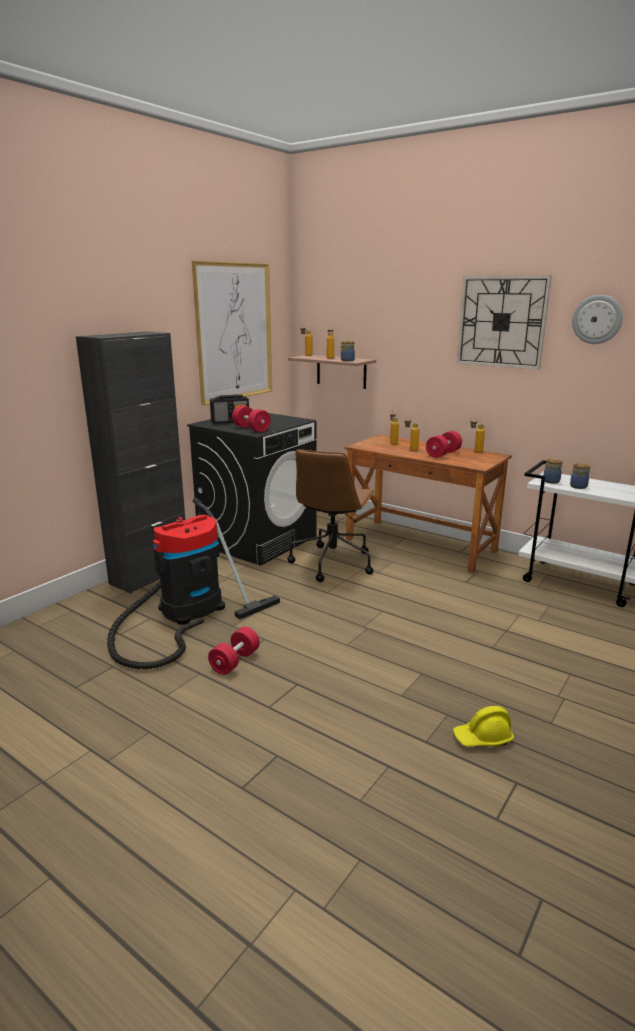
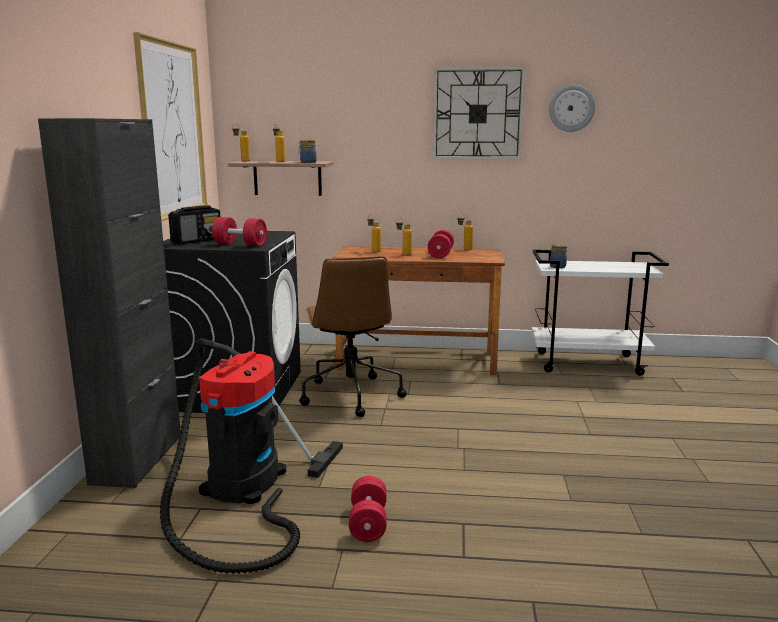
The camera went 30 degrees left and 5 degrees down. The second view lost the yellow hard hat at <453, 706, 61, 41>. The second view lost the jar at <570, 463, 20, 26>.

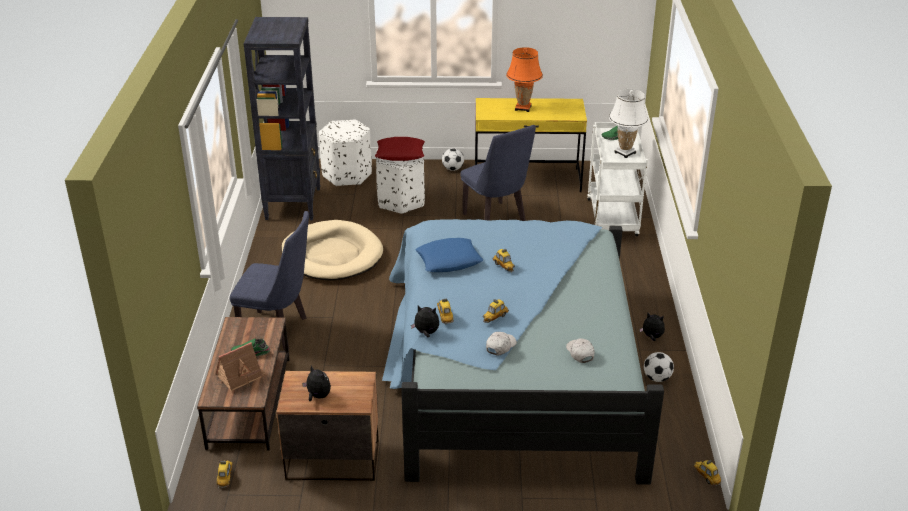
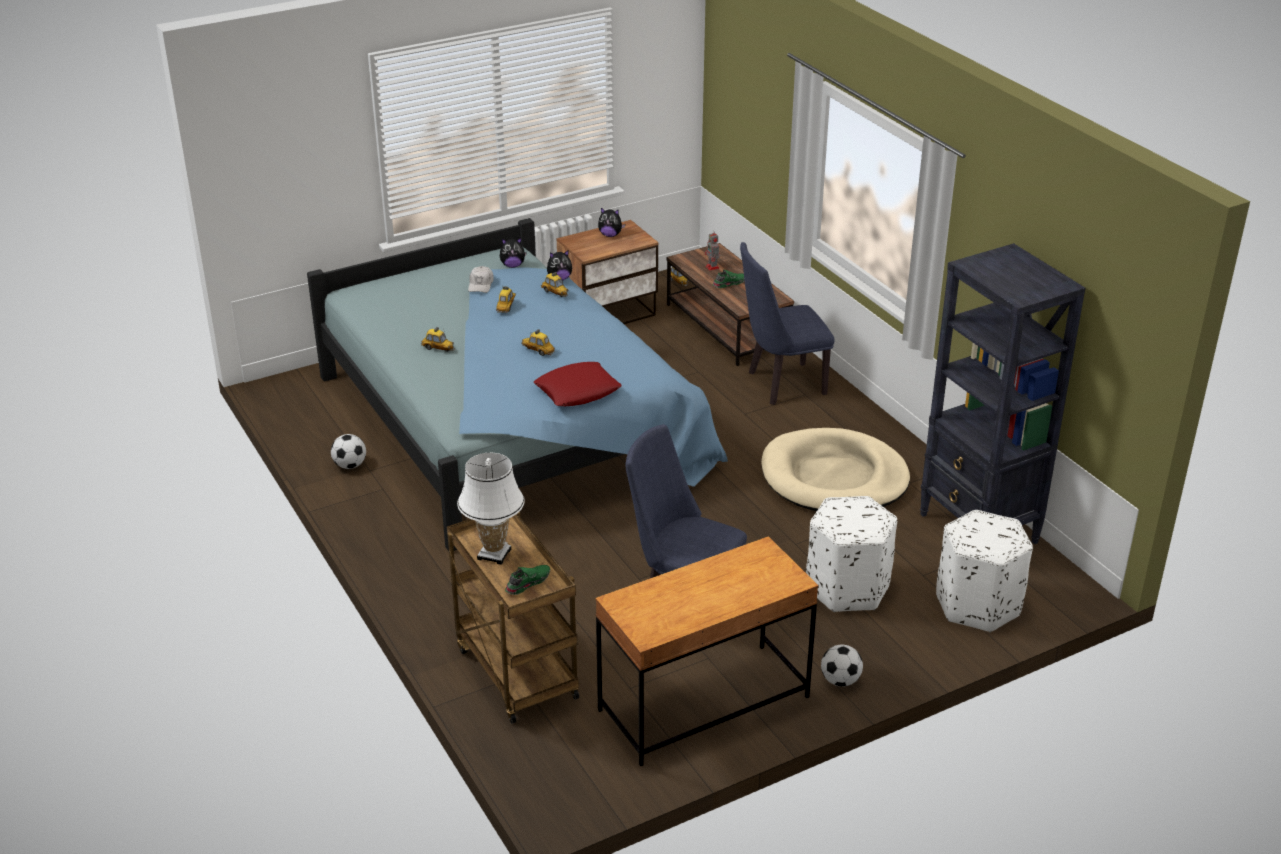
The camera went 150 degrees right and 0 degrees up. Where the toy house stood at <216, 342, 52, 49>, the toy robot came to stand at <705, 230, 15, 41>. The red pillow ended up elsewhere, having gone from <375, 137, 50, 24> to <534, 362, 88, 44>. The second view lost the blue pillow at <416, 238, 67, 34>. What was the yellow desk at <475, 98, 112, 94> turned into the brown desk at <596, 536, 222, 230>. The second view lost the orange table lamp at <506, 47, 37, 65>. The second view lost the white cap at <566, 338, 29, 25>. What was the white cart at <587, 122, 61, 114> turned into the brown cart at <447, 512, 132, 212>. The plush toy ended up elsewhere, having gone from <639, 313, 26, 28> to <500, 238, 27, 30>. The toy car ended up elsewhere, having gone from <693, 460, 28, 27> to <421, 327, 34, 25>.

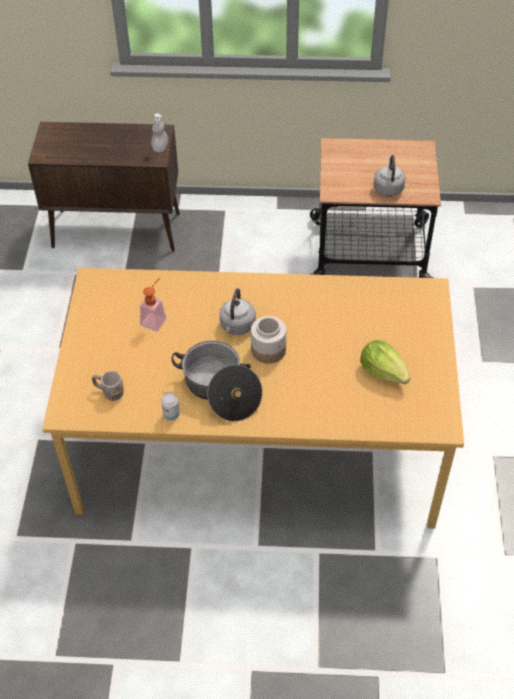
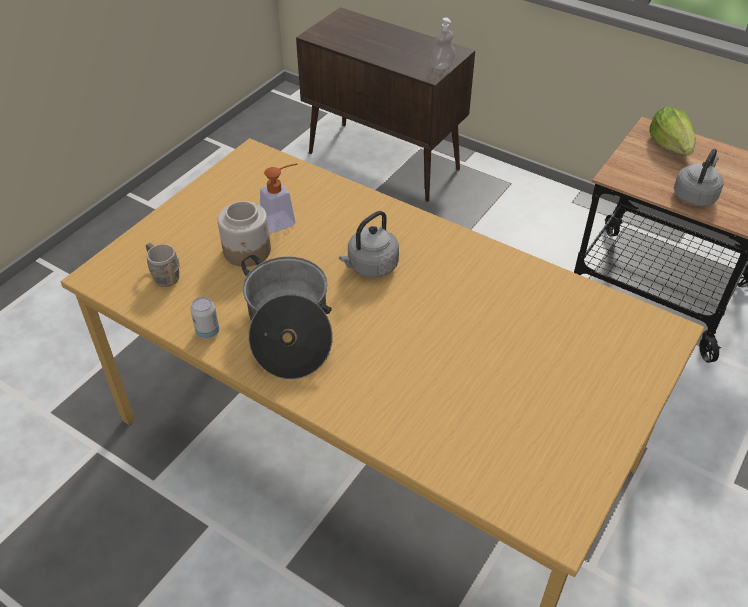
The camera went 30 degrees right and 5 degrees down. The jar ended up elsewhere, having gone from <251, 316, 35, 48> to <218, 201, 53, 66>. The lettuce ended up elsewhere, having gone from <360, 340, 50, 44> to <649, 106, 47, 49>.

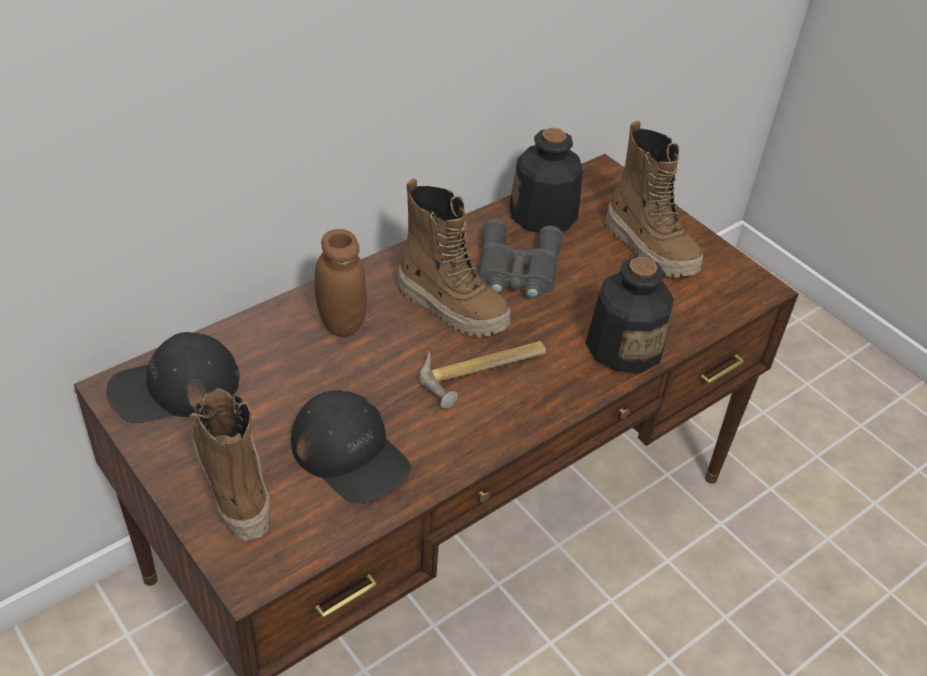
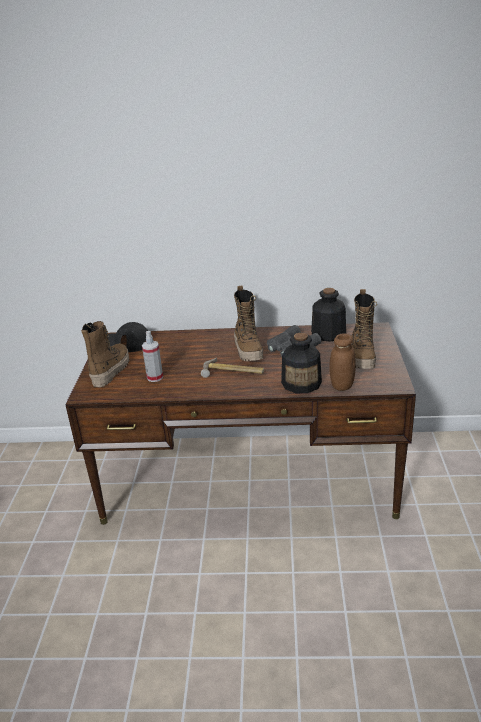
The camera went 45 degrees right and 15 degrees down. Where the black cap stood at <291, 390, 120, 114>, the spray bottle came to stand at <142, 331, 21, 51>. The brown jar ended up elsewhere, having gone from <314, 229, 53, 108> to <329, 334, 27, 57>.

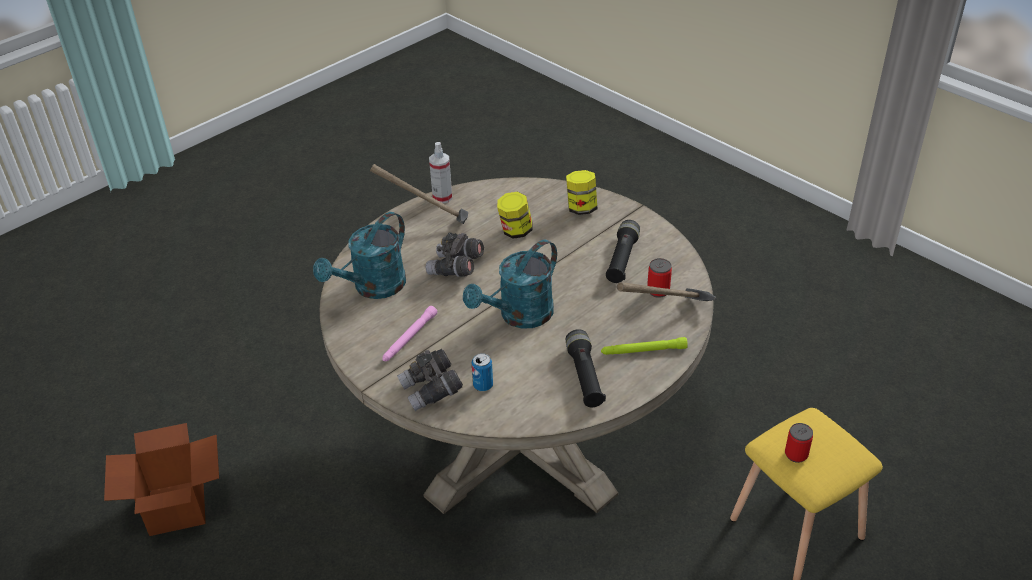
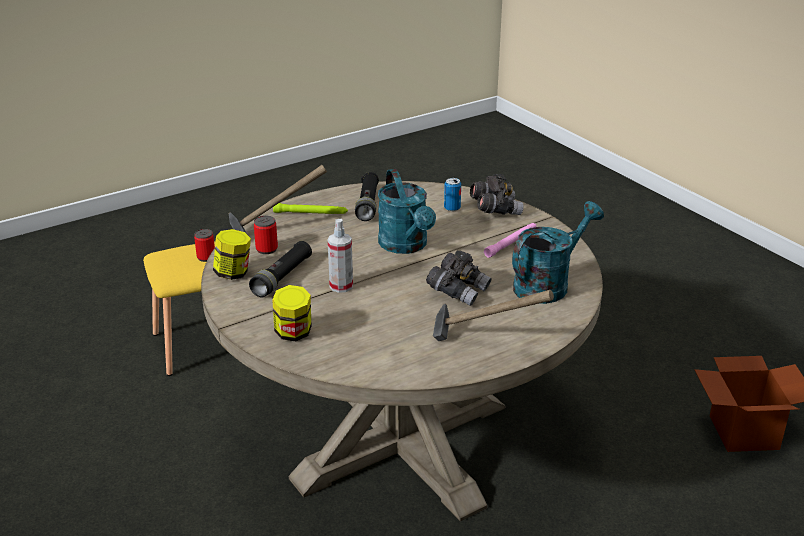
The camera went 170 degrees left and 10 degrees down. The spray bottle ended up elsewhere, having gone from <429, 142, 23, 61> to <328, 219, 25, 74>. The turquoise watering can at <463, 240, 94, 89> ended up facing another way, 105 degrees clockwise from before. The jar ended up elsewhere, having gone from <497, 192, 36, 47> to <213, 229, 38, 51>.

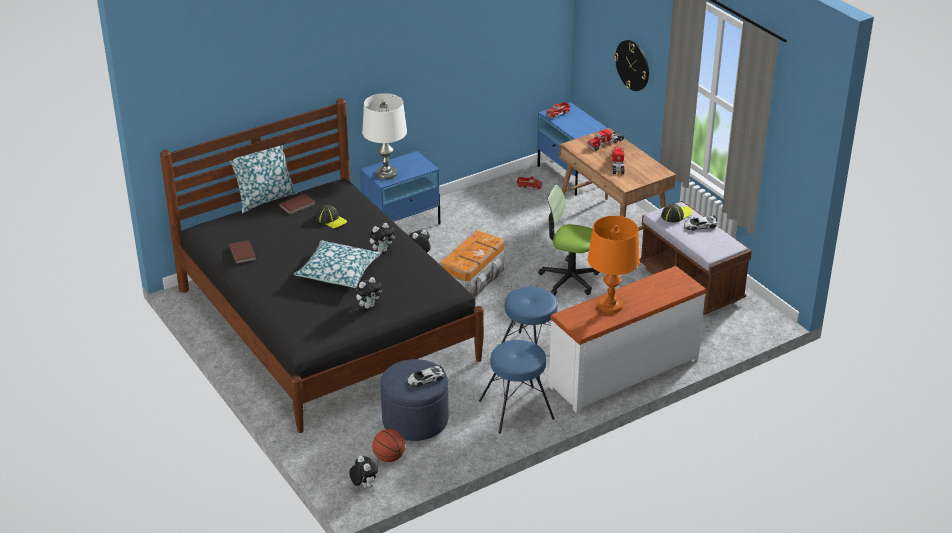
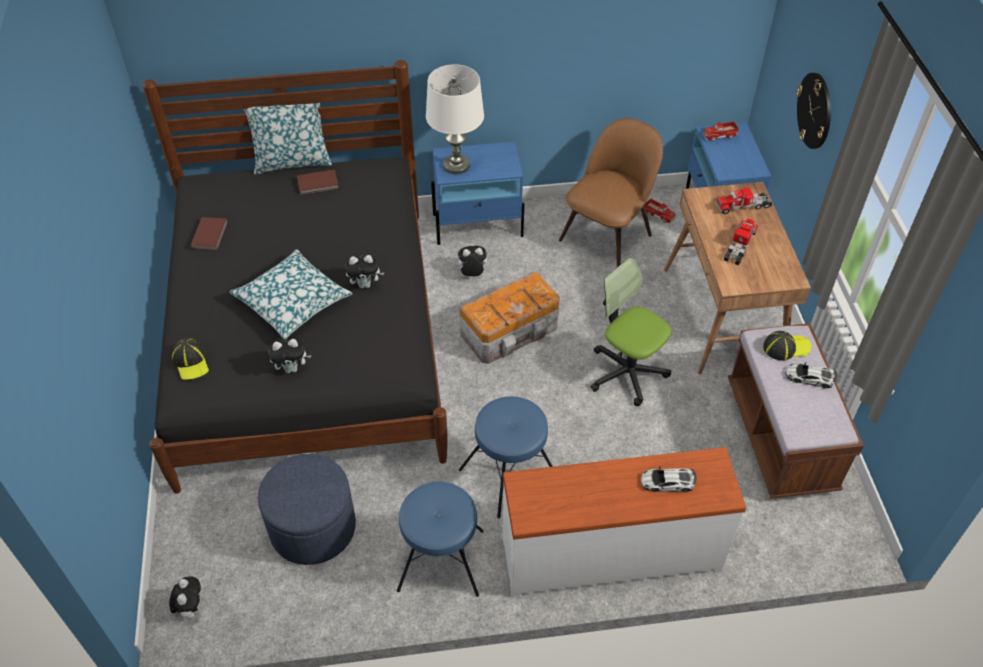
The camera went 25 degrees right and 15 degrees up. The cap ended up elsewhere, having gone from <316, 205, 31, 24> to <172, 338, 37, 42>. The second view lost the basketball at <372, 429, 33, 33>. The toy car ended up elsewhere, having gone from <407, 365, 37, 22> to <641, 466, 56, 26>. The second view lost the orange table lamp at <588, 216, 52, 97>. The second view gained the brown chair at <559, 118, 104, 149>.

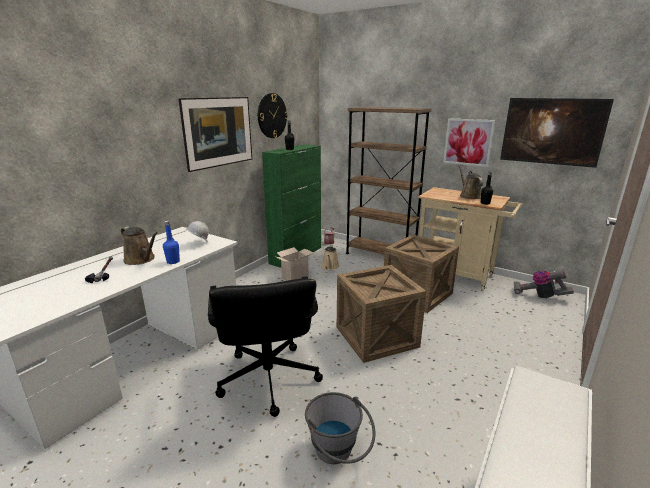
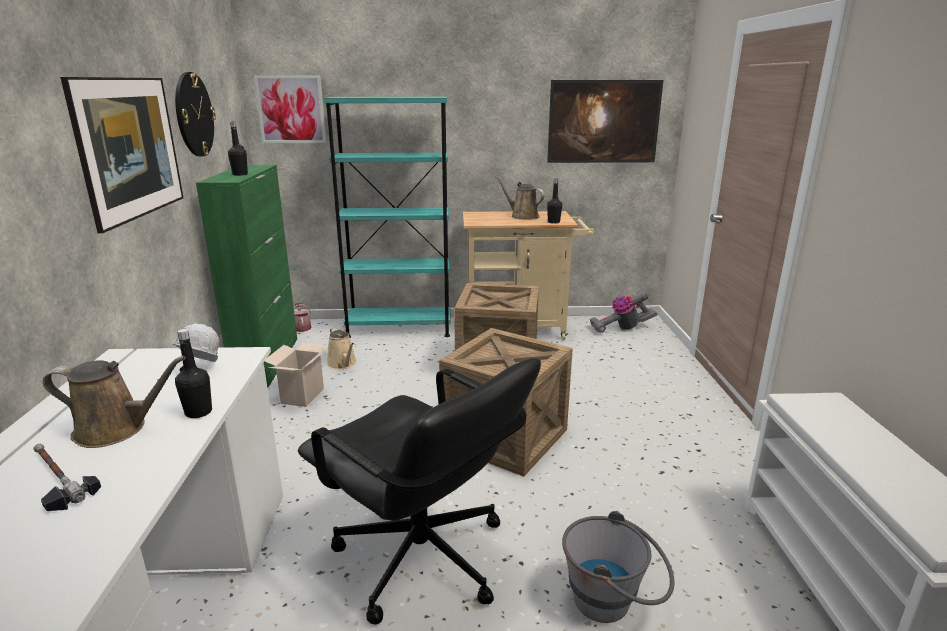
The camera went 35 degrees left and 0 degrees up. What was the blue bottle at <163, 220, 17, 44> turned into the black bottle at <175, 329, 37, 89>. What was the brown bookcase at <346, 107, 85, 147> turned into the turquoise bookcase at <323, 97, 127, 241>. The picture ended up elsewhere, having gone from <443, 118, 52, 49> to <254, 76, 72, 67>.

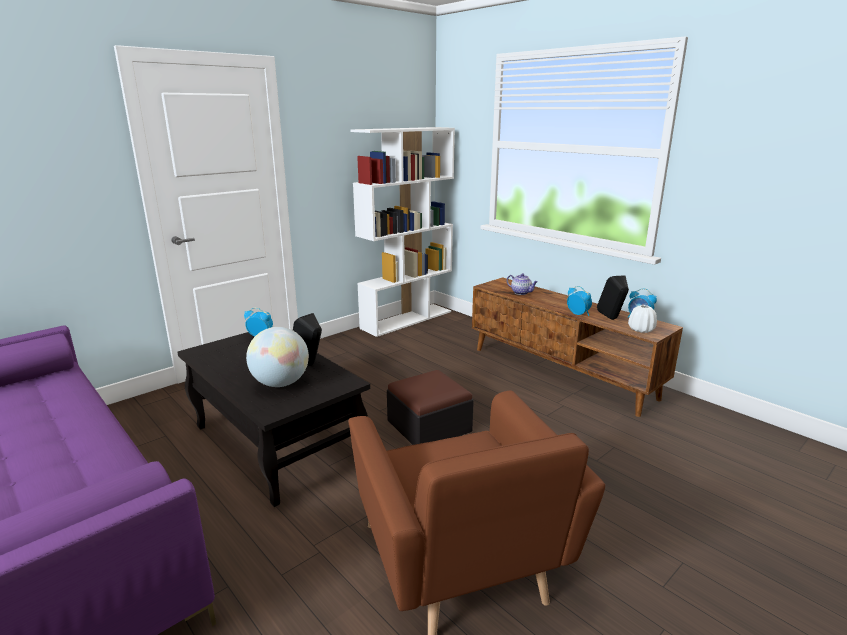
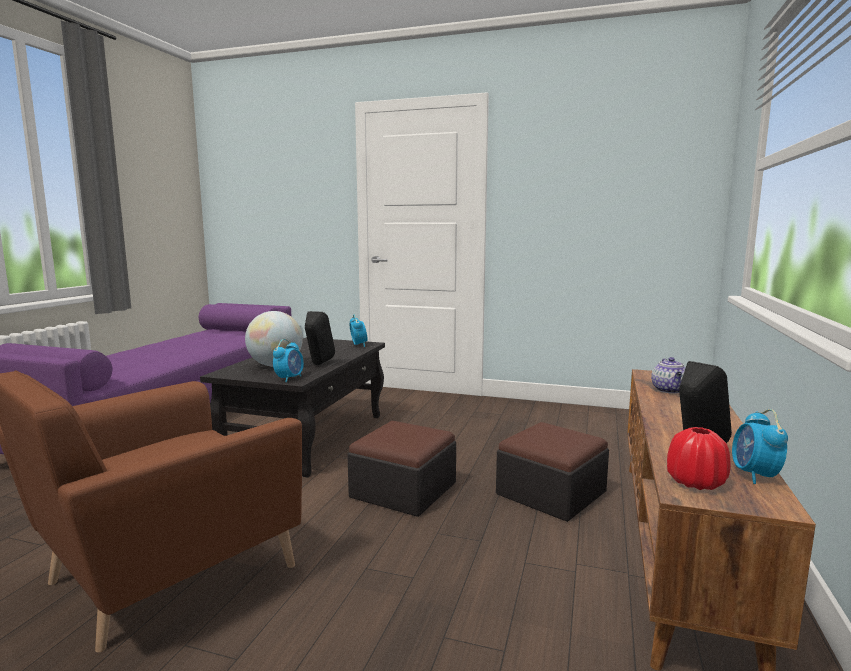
The camera went 60 degrees right and 10 degrees down. The second view lost the white bookcase at <350, 127, 105, 210>. The alarm clock ended up elsewhere, having gone from <567, 286, 25, 30> to <273, 339, 31, 44>. What was the white vase at <628, 305, 29, 28> turned into the red vase at <667, 427, 64, 63>. The second view gained the ottoman at <496, 422, 113, 100>.

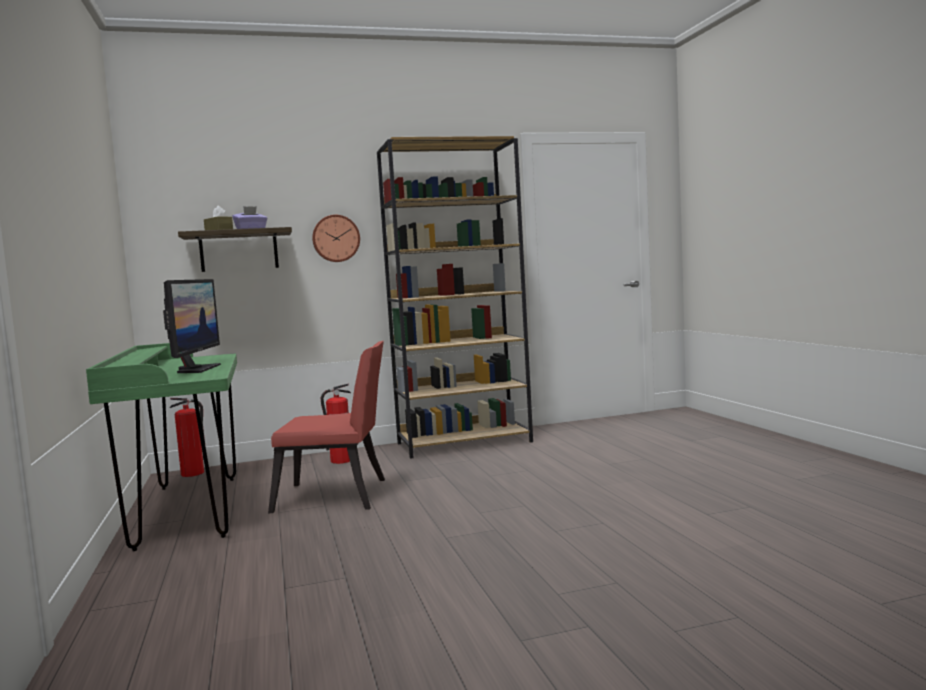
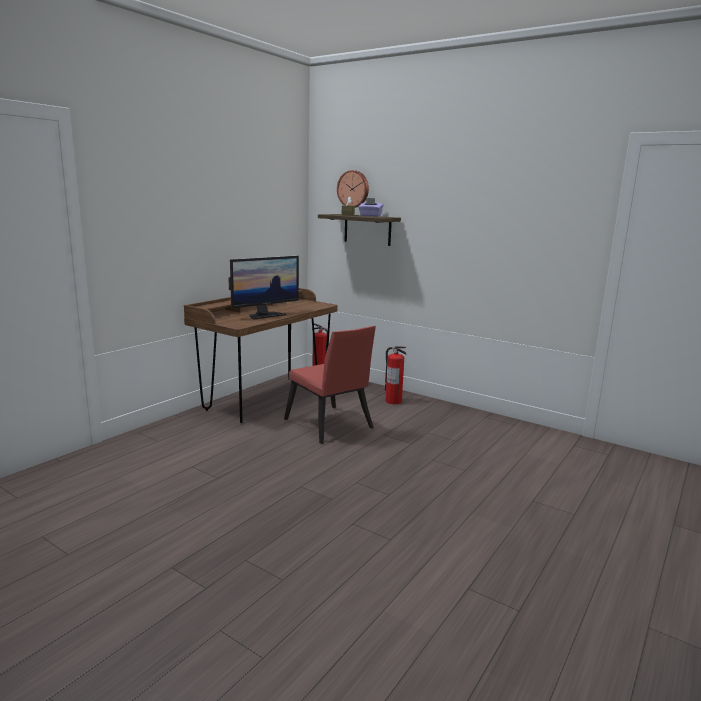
The camera went 50 degrees right and 10 degrees up. What was the green desk at <86, 343, 151, 208> turned into the brown desk at <184, 288, 154, 135>. The wall clock ended up elsewhere, having gone from <312, 215, 48, 47> to <337, 170, 32, 38>. The second view lost the brown bookcase at <377, 136, 156, 323>.

